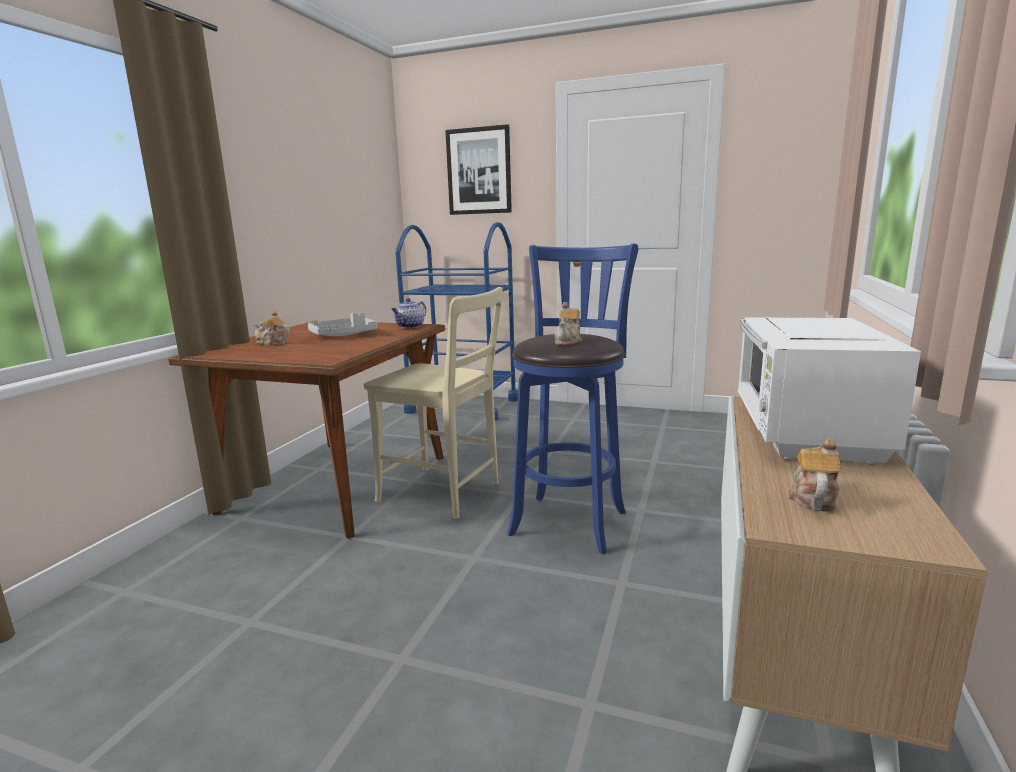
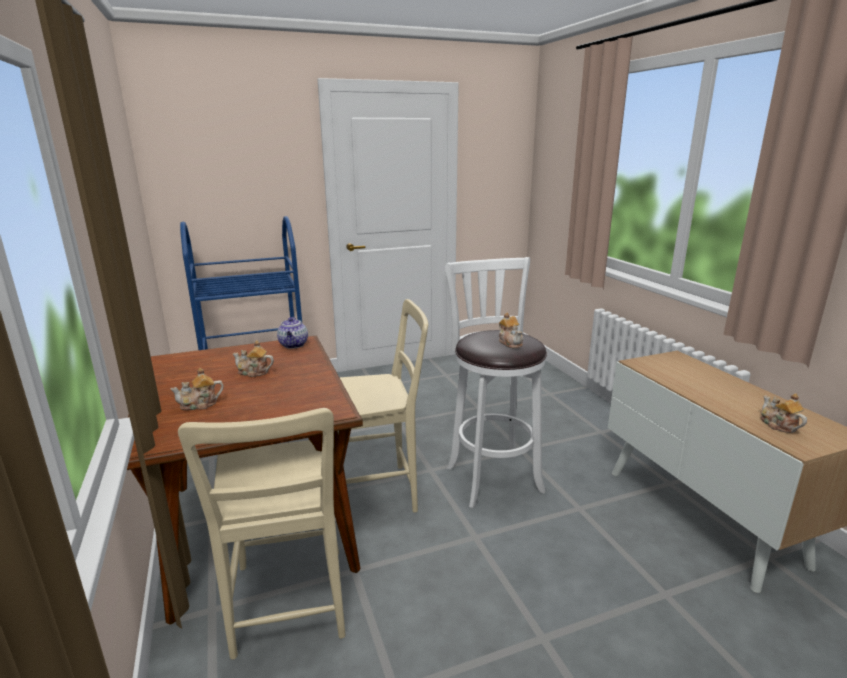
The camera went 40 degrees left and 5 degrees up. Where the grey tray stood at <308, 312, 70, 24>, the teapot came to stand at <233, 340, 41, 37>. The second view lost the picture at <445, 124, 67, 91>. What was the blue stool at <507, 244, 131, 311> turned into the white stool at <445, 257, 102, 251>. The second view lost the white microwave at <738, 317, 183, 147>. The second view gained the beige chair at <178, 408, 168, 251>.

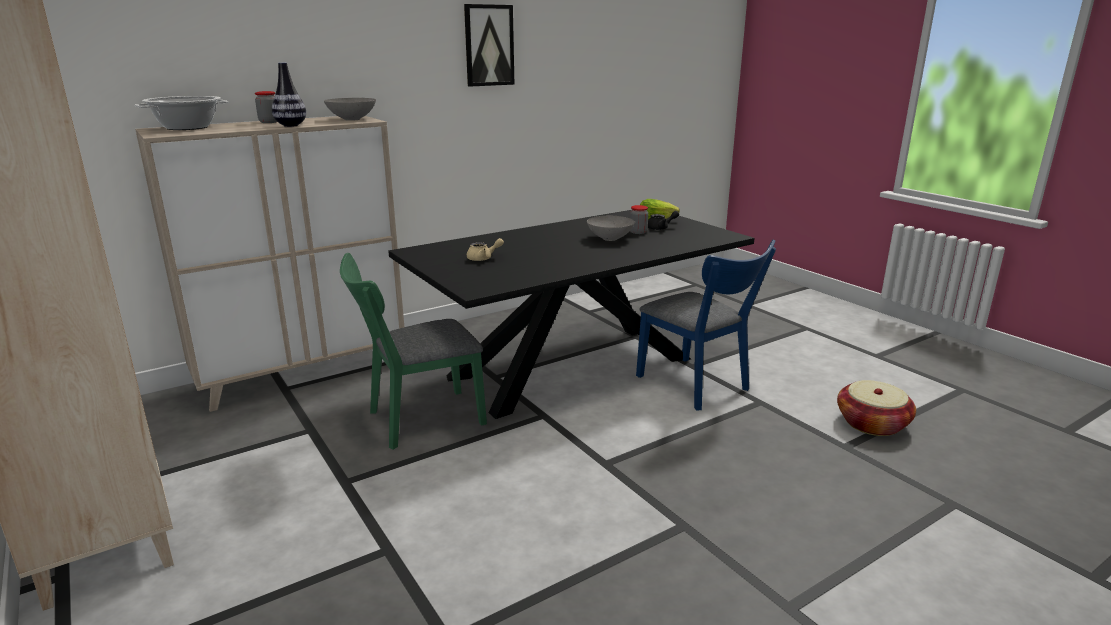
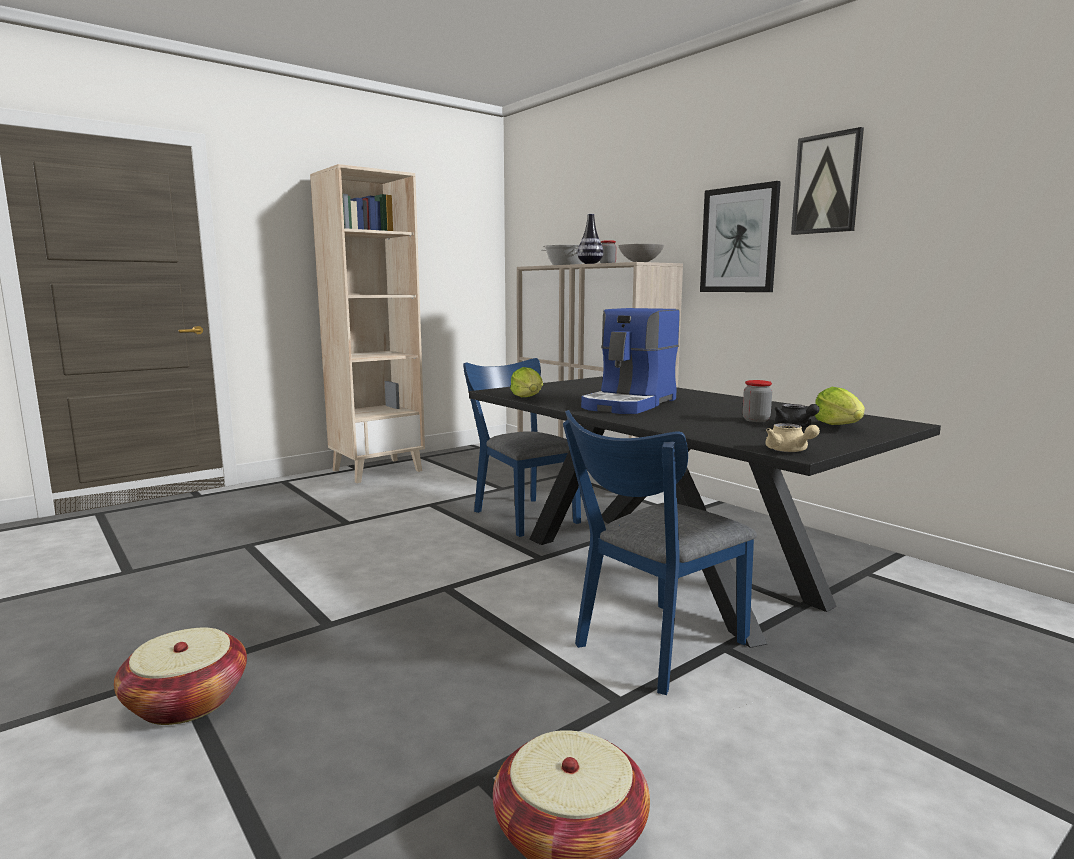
The camera went 85 degrees right and 10 degrees down. What was the green chair at <340, 253, 147, 197> turned into the blue chair at <463, 358, 118, 179>. The beige teapot ended up elsewhere, having gone from <467, 238, 37, 23> to <765, 423, 55, 29>. The second view lost the grey bowl at <587, 216, 48, 25>. The second view gained the basket at <114, 628, 133, 97>. The second view gained the lettuce at <510, 367, 33, 30>. The second view gained the coffee machine at <581, 308, 99, 106>. The second view gained the picture at <700, 181, 81, 111>.

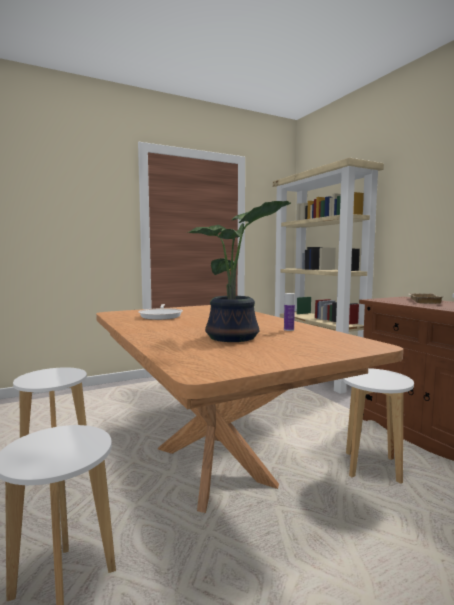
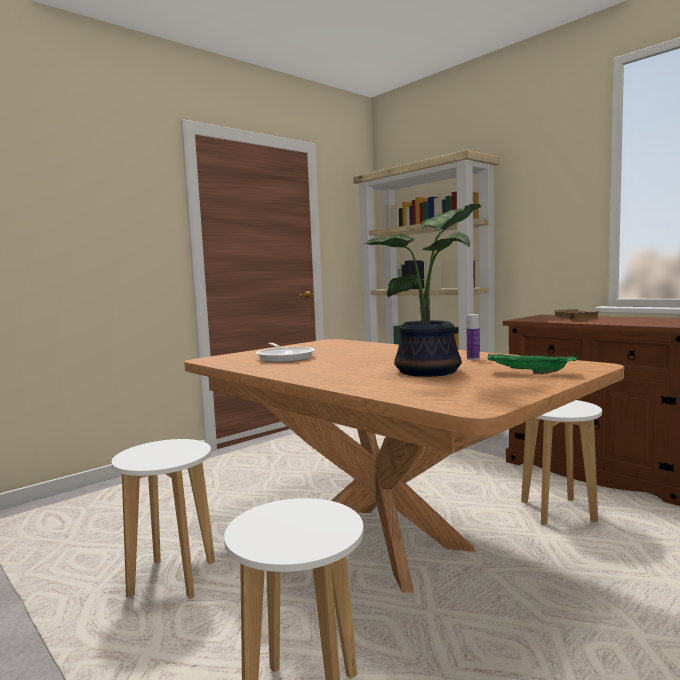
The camera went 15 degrees left and 0 degrees up. The second view gained the green tray at <487, 354, 90, 20>.

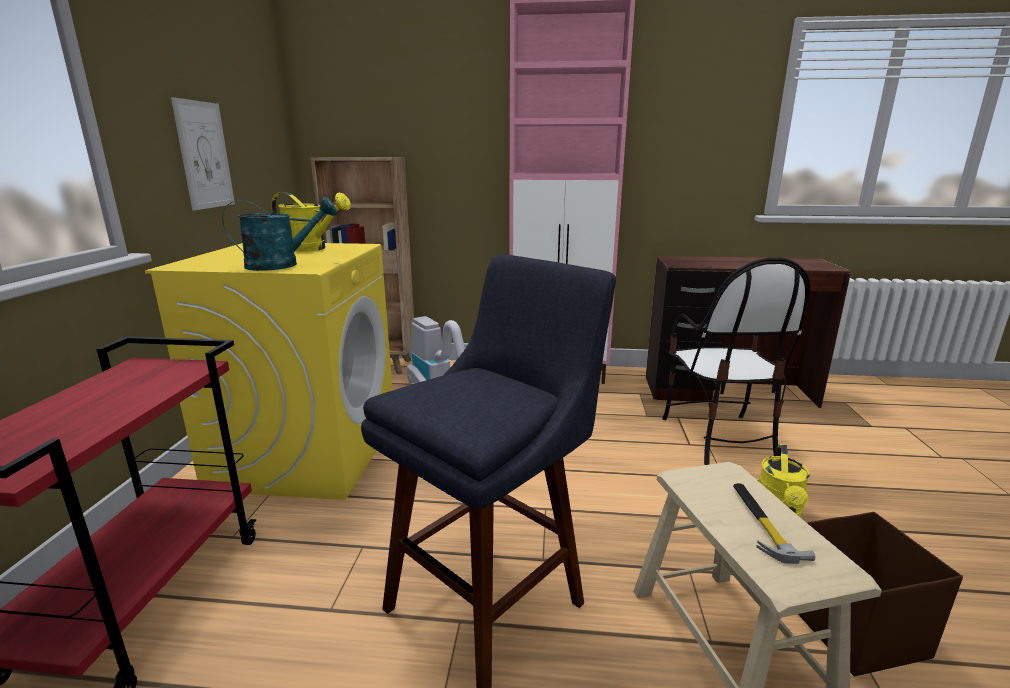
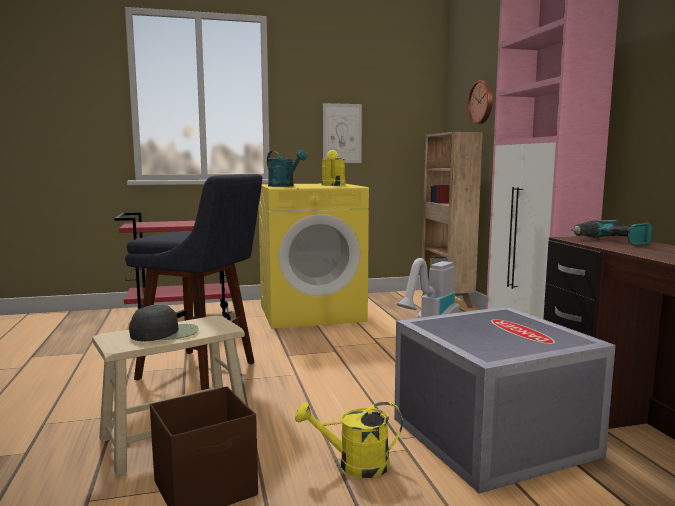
The camera went 70 degrees right and 10 degrees down. Where the chair stood at <662, 258, 148, 207>, the grey storage box came to stand at <394, 306, 222, 188>. Where the hammer stood at <733, 483, 82, 81>, the black cap came to stand at <129, 305, 70, 36>. The second view gained the wall clock at <467, 80, 26, 44>. The second view gained the power drill at <571, 220, 81, 25>.

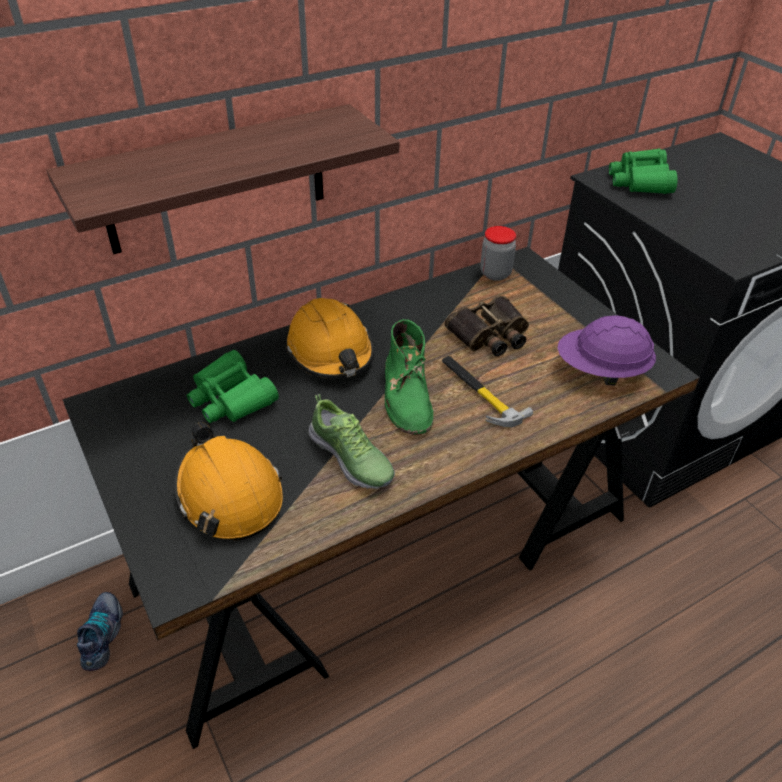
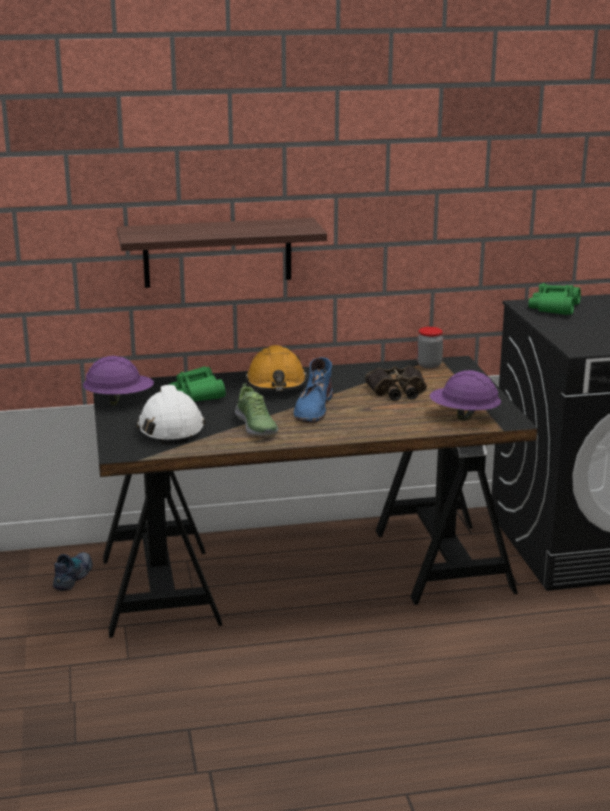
The camera went 20 degrees right and 20 degrees down. What was the orange hard hat at <174, 422, 109, 119> turned into the white hard hat at <137, 385, 68, 59>. What was the green boot at <385, 319, 48, 116> turned into the blue boot at <294, 357, 39, 66>. The second view lost the hammer at <442, 356, 91, 72>. The second view gained the purple hard hat at <83, 356, 71, 49>.

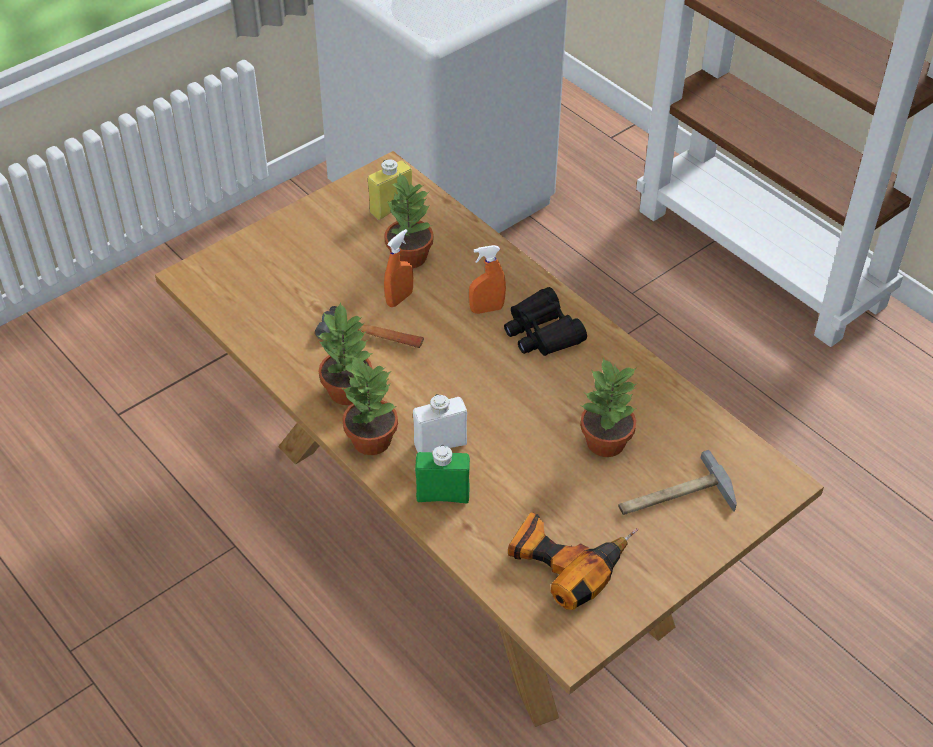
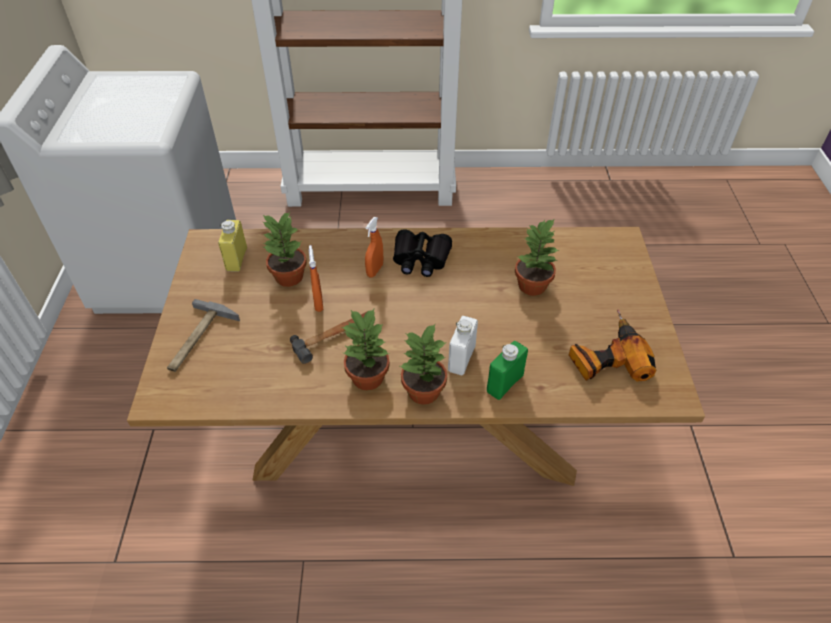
The camera went 50 degrees left and 0 degrees up. The hammer ended up elsewhere, having gone from <618, 450, 119, 65> to <167, 299, 73, 73>.

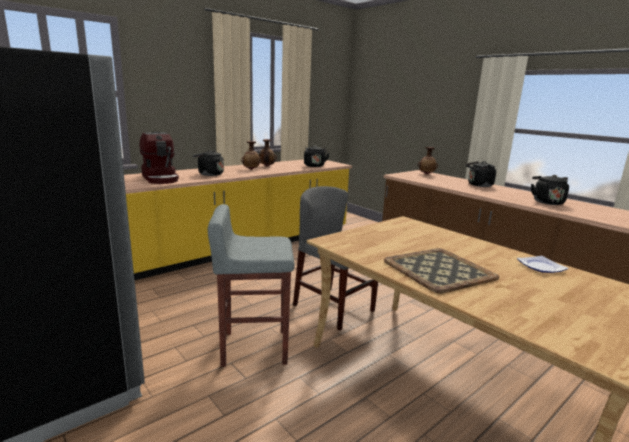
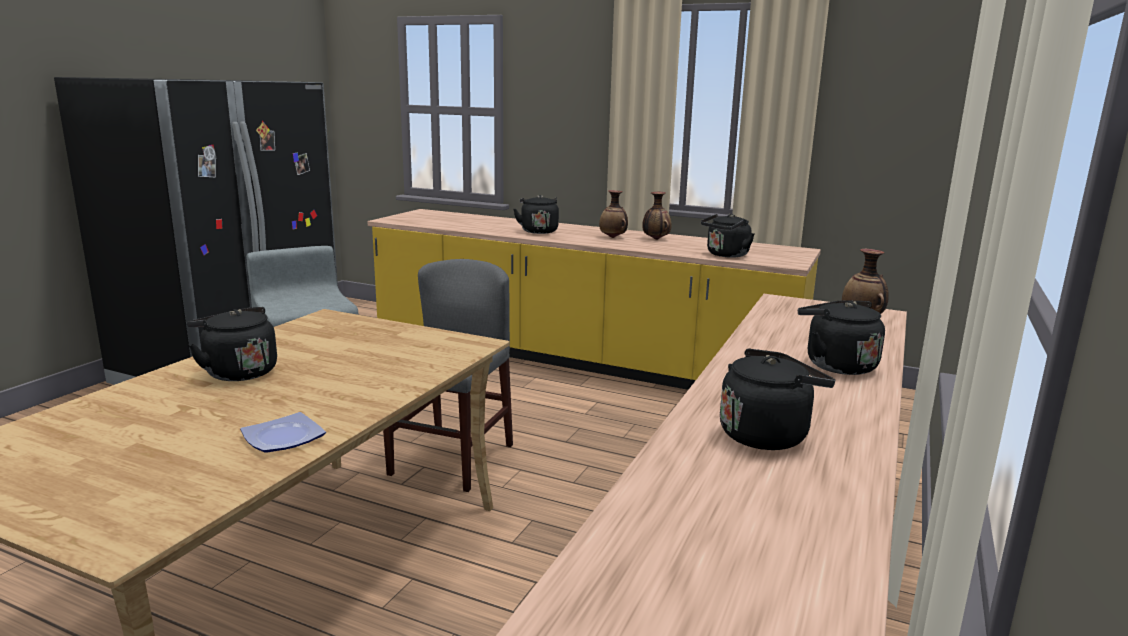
The camera went 65 degrees right and 0 degrees up. The second view lost the coffee machine at <140, 132, 39, 52>. Where the tray stood at <384, 248, 115, 46>, the black kettle came to stand at <187, 307, 90, 74>.

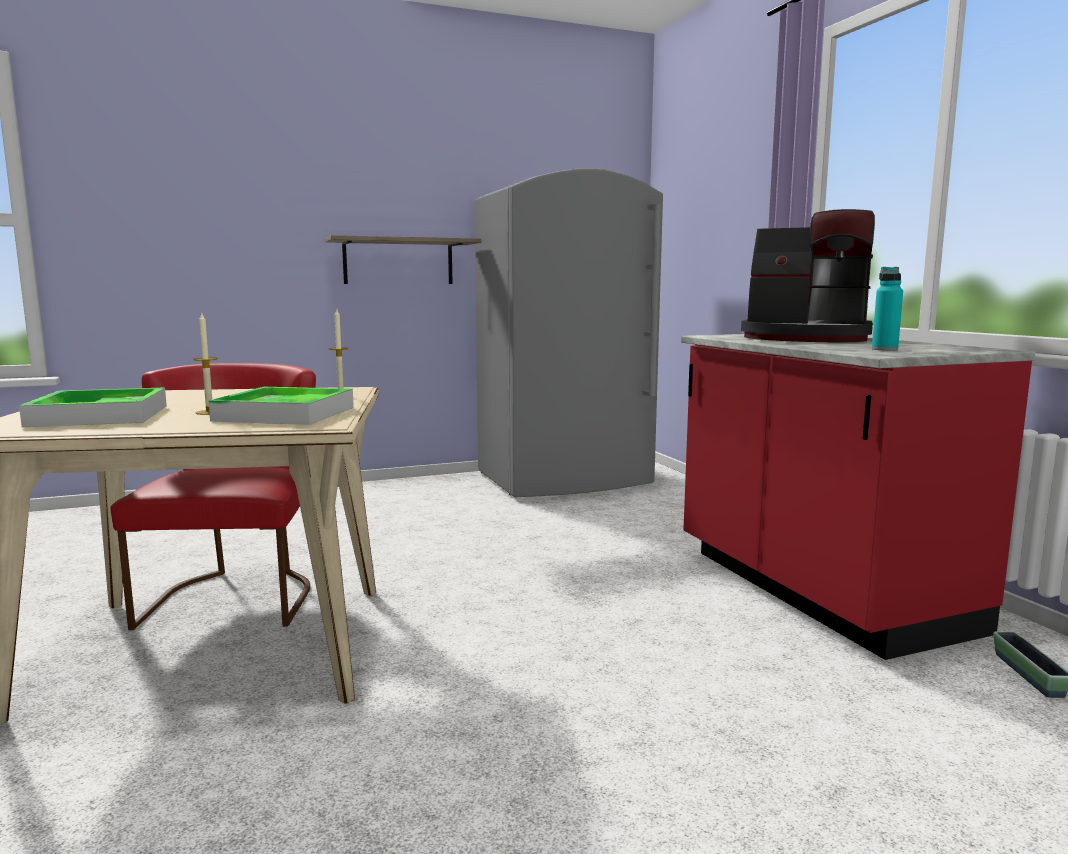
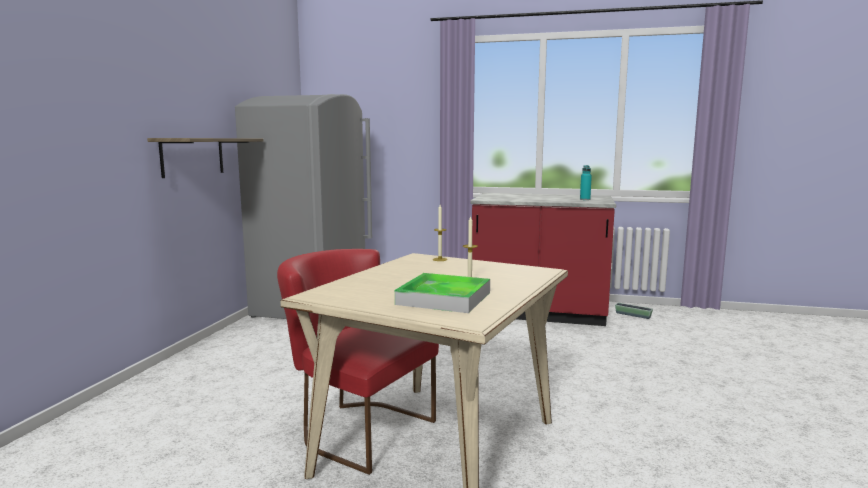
The camera went 55 degrees left and 0 degrees up. The second view lost the tray at <209, 387, 145, 38>. The second view lost the coffee machine at <741, 209, 134, 134>.

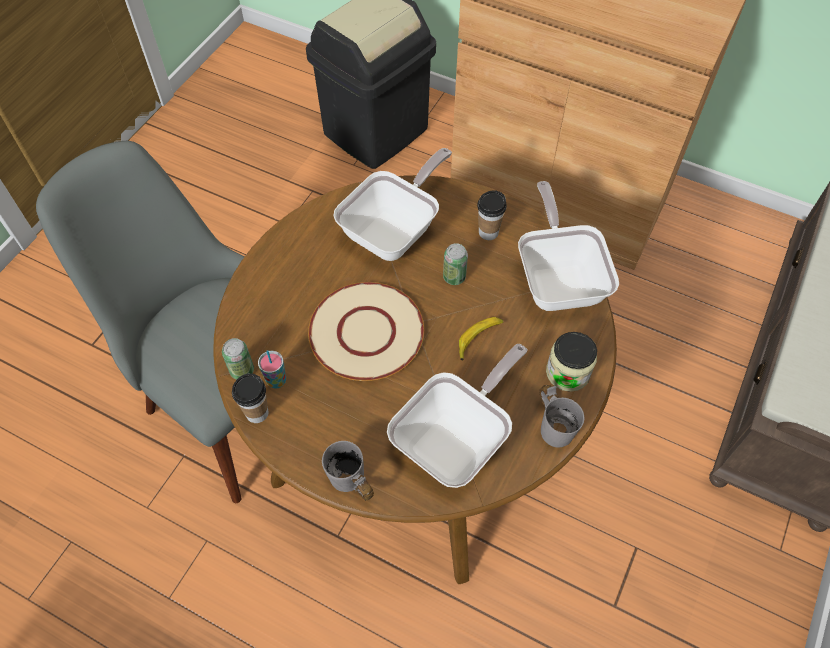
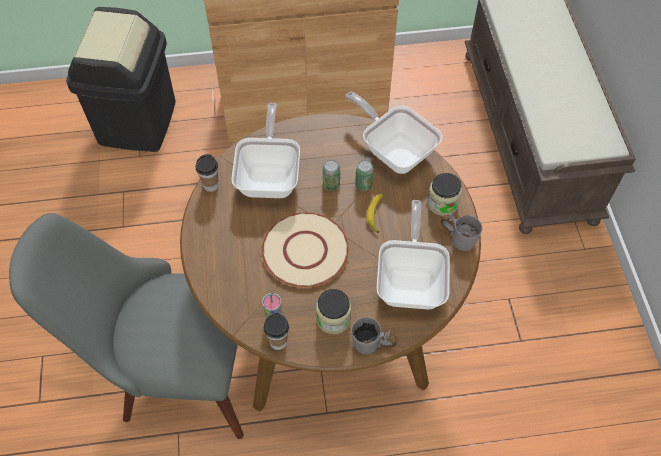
The camera went 35 degrees left and 0 degrees up. The can ended up elsewhere, having gone from <222, 338, 32, 42> to <355, 160, 19, 31>. The cup ended up elsewhere, having gone from <477, 190, 30, 50> to <196, 154, 23, 38>. The second view gained the jar at <316, 289, 35, 45>.

